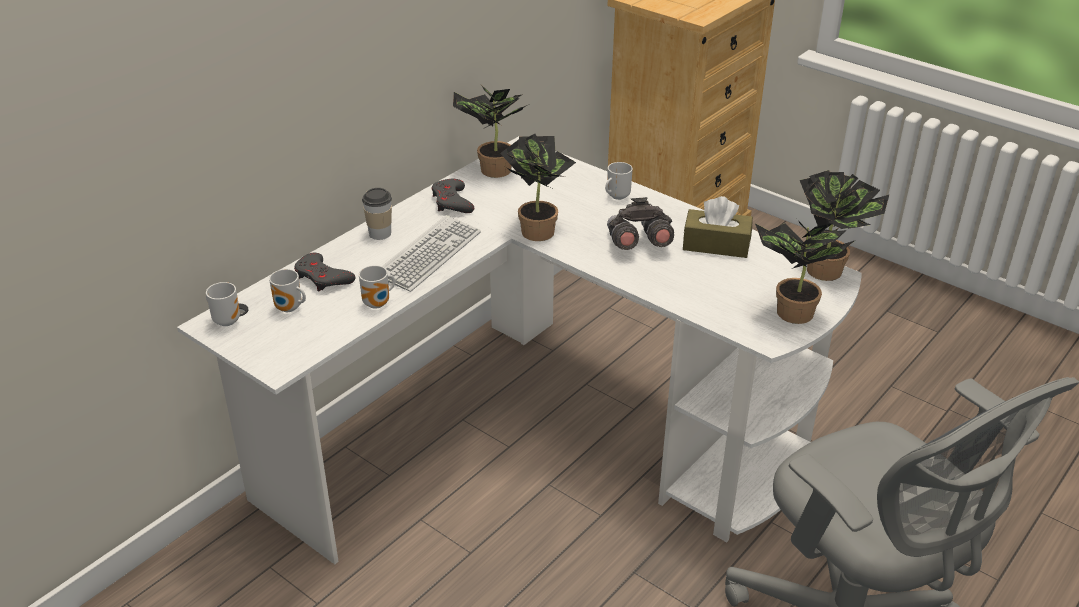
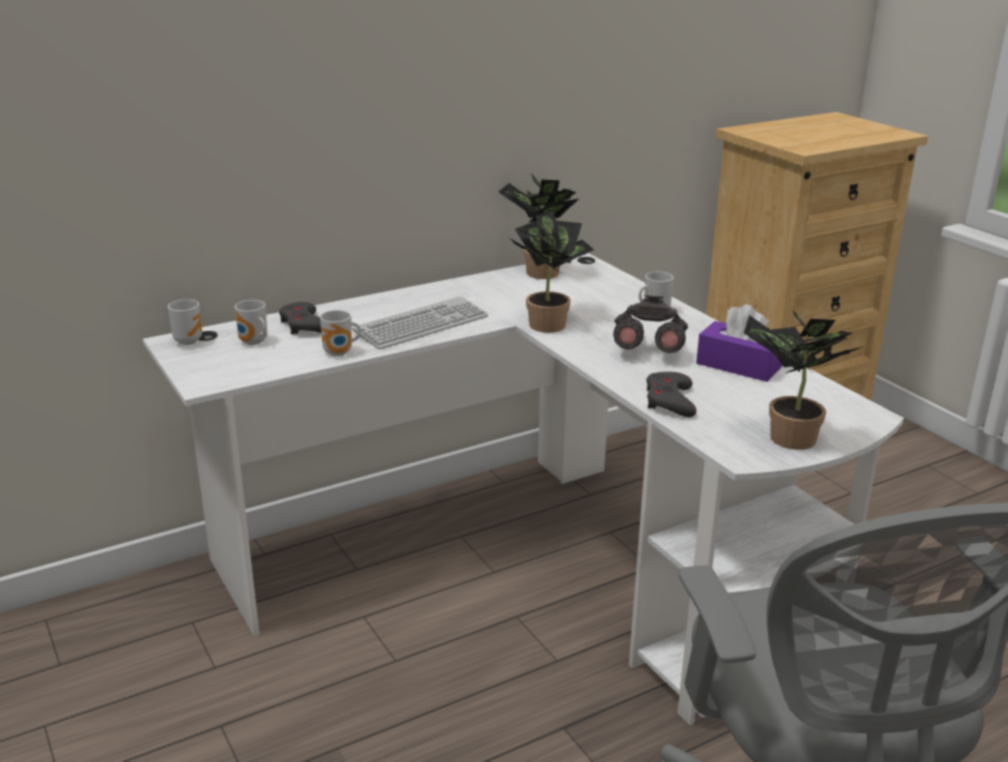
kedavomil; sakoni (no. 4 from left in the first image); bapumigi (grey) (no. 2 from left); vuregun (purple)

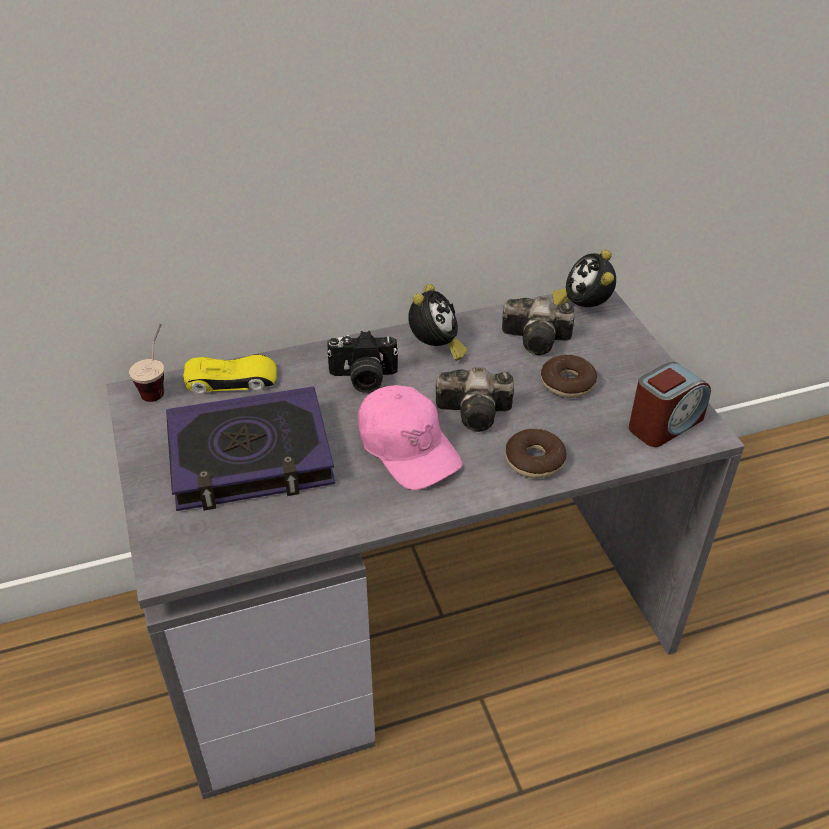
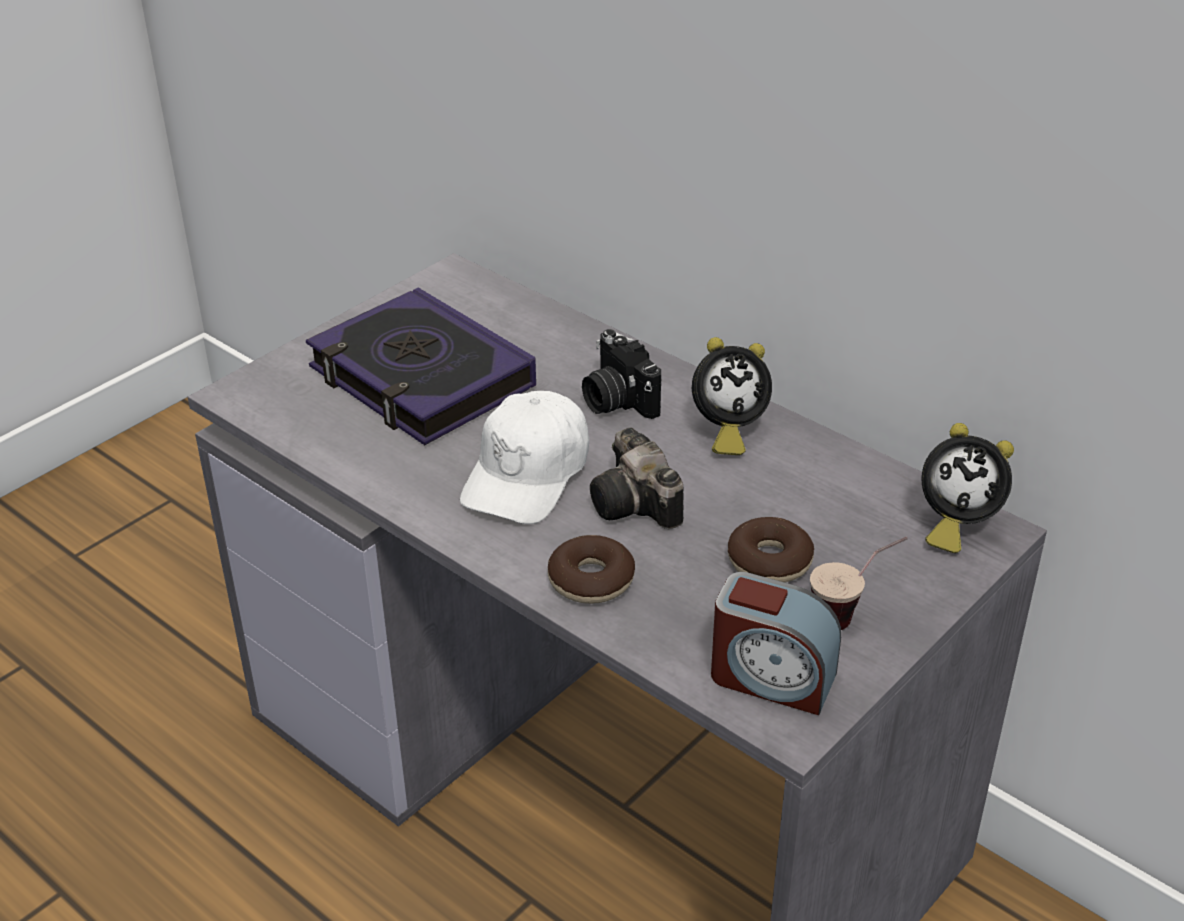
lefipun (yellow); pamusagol (no. 3 from left in the first image); kedavomil; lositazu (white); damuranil (no. 3 from left)

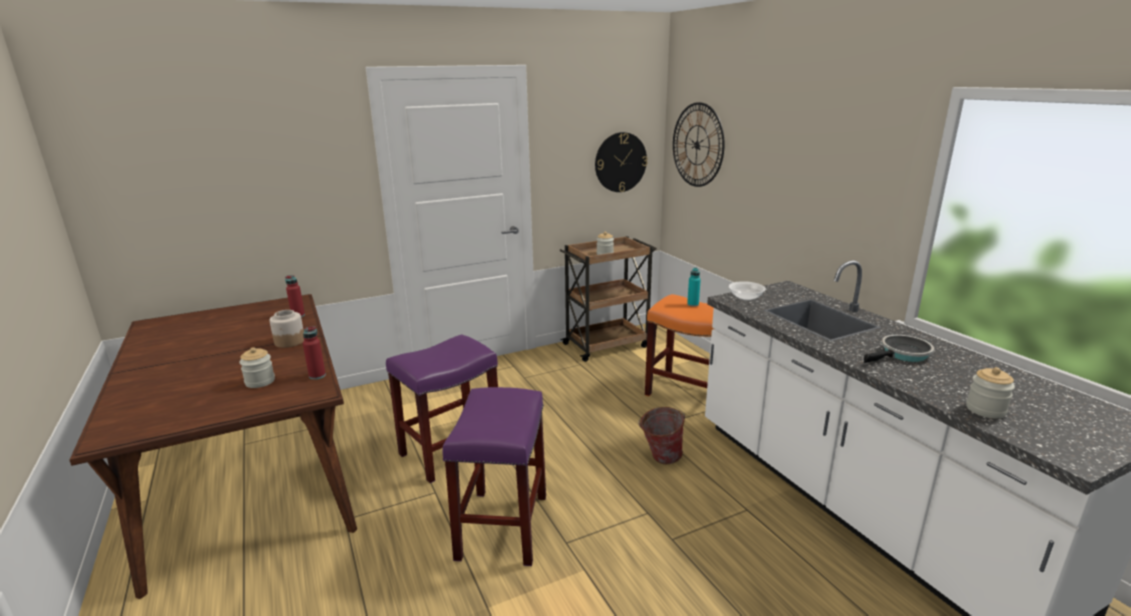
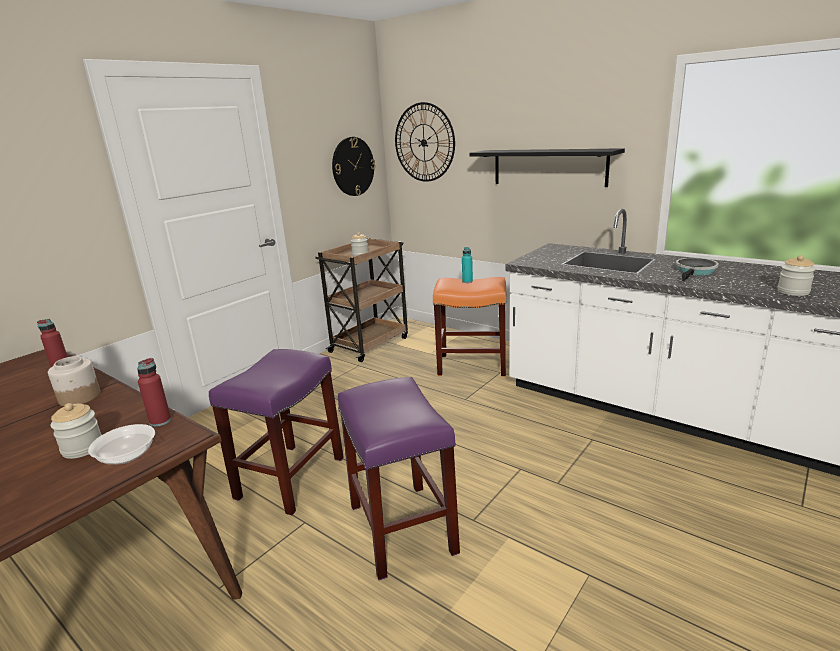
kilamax; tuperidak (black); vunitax

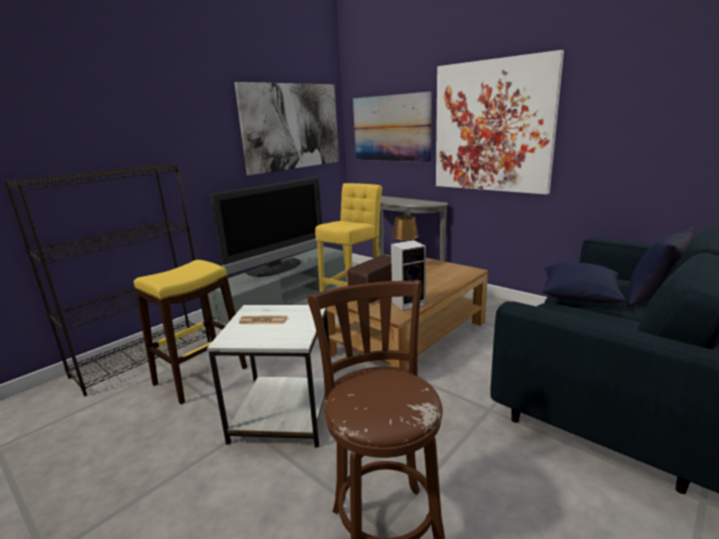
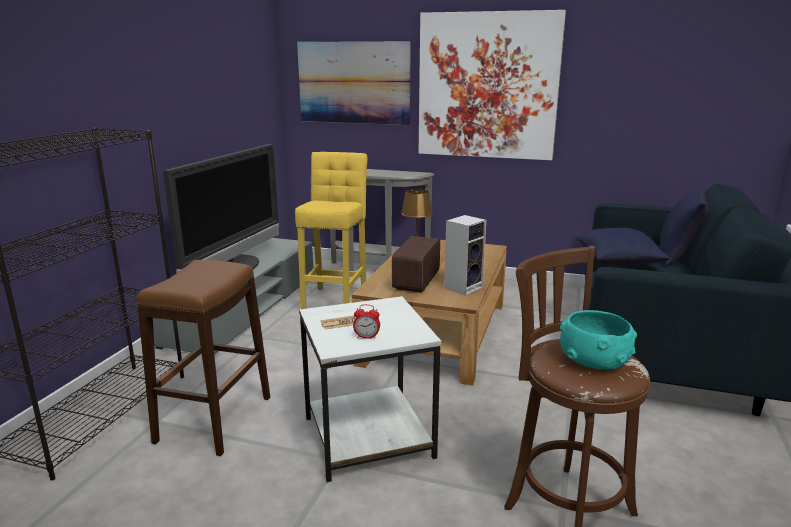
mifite (no. 1 from left in the first image); damuranil; vunitax (turquoise); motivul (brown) (no. 1 from left)

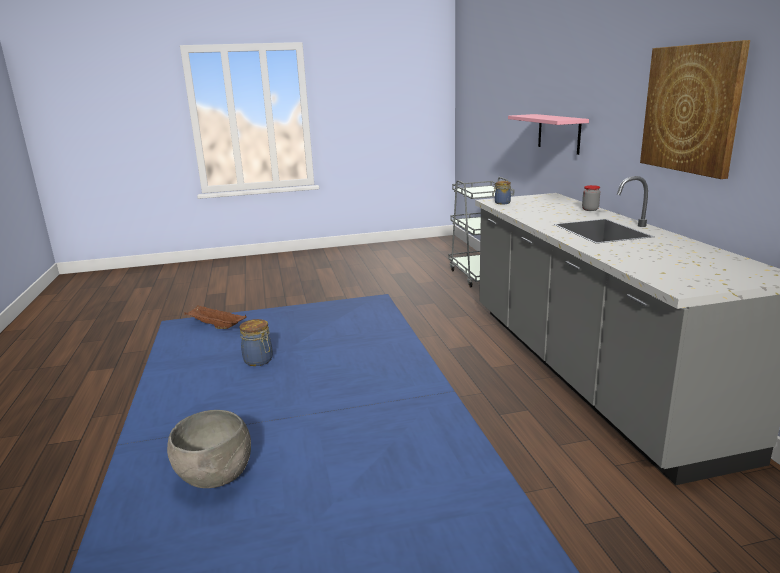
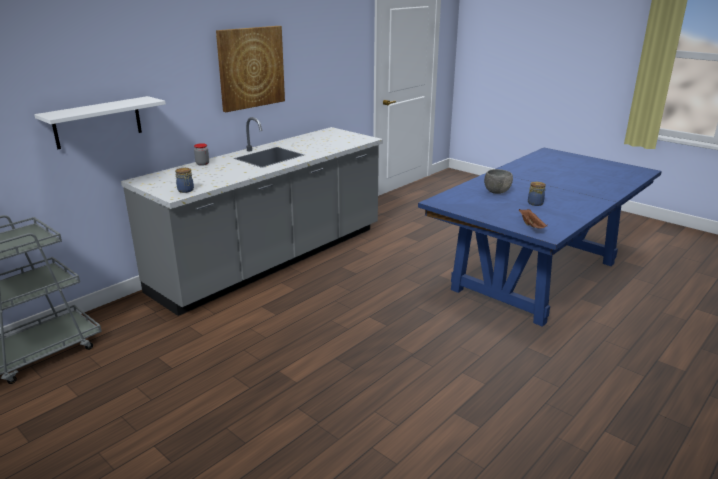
vunitax (grey); tuperidak (white)

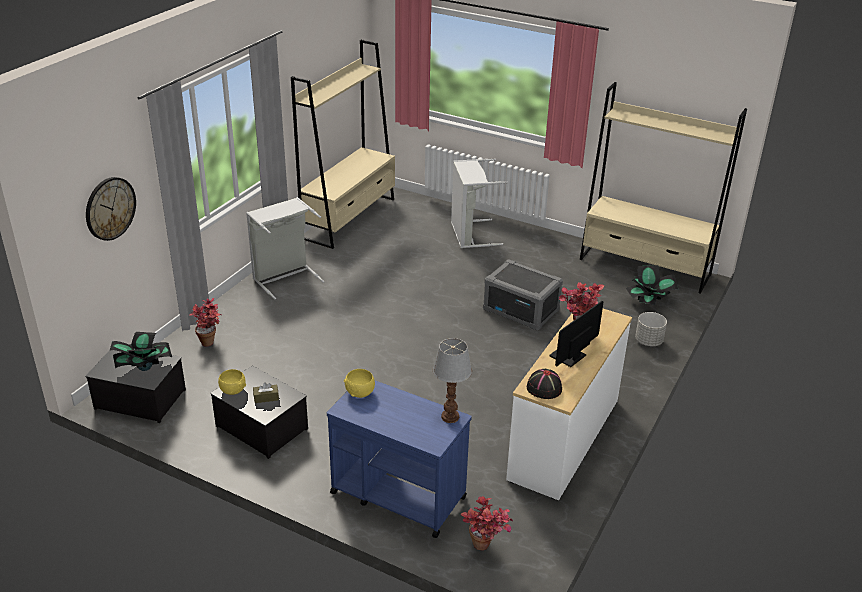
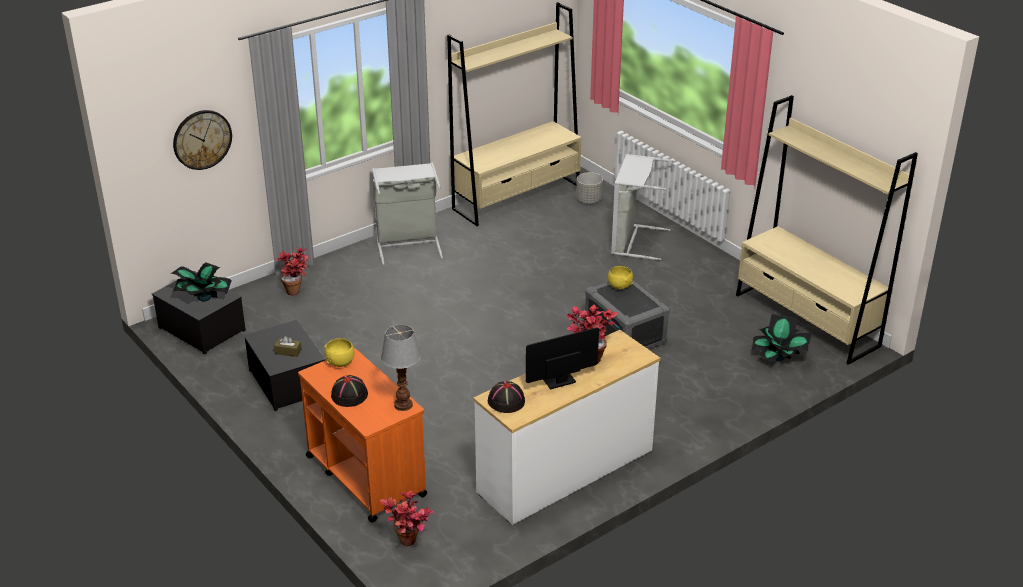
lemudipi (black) (no. 1 from left); vunitax (yellow) (no. 2 from left); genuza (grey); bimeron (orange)

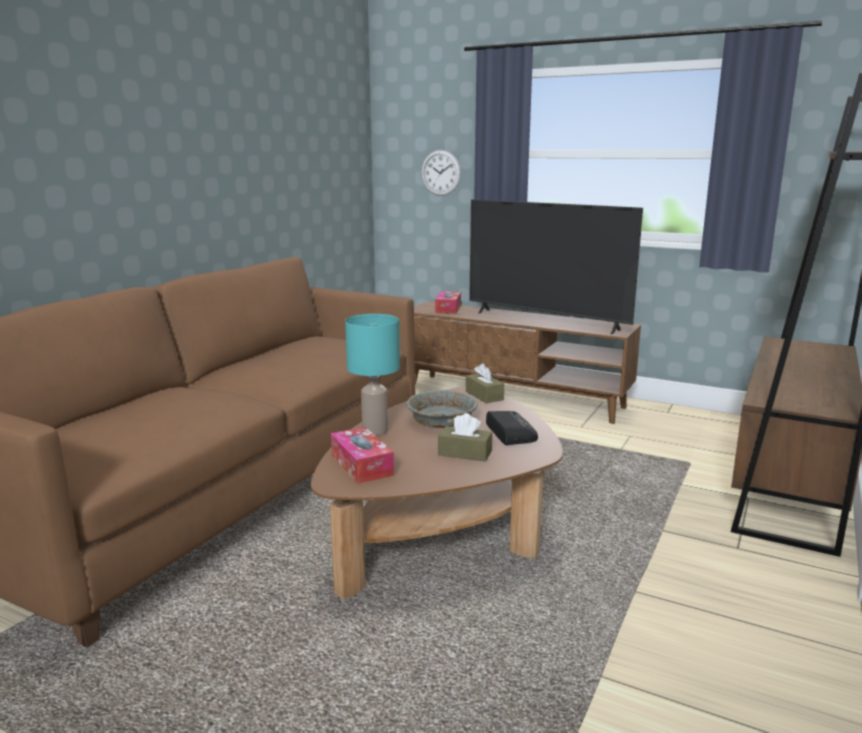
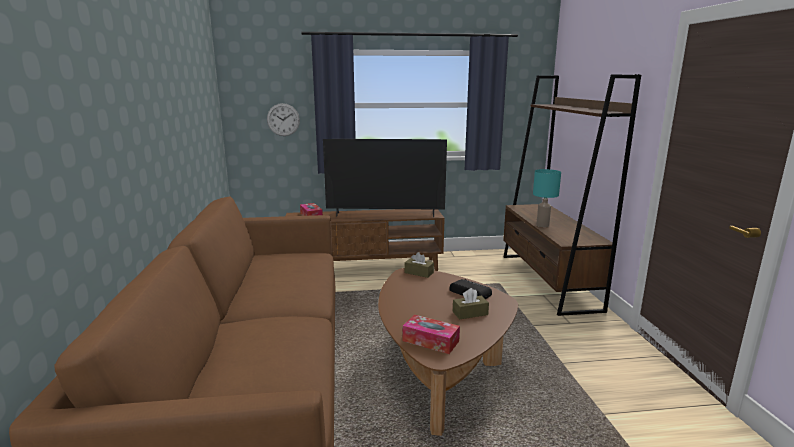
vunitax (grey); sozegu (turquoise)

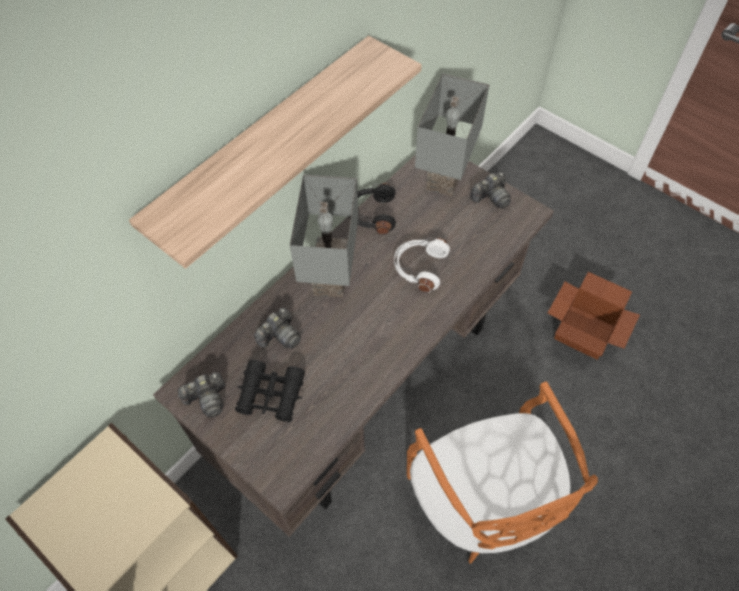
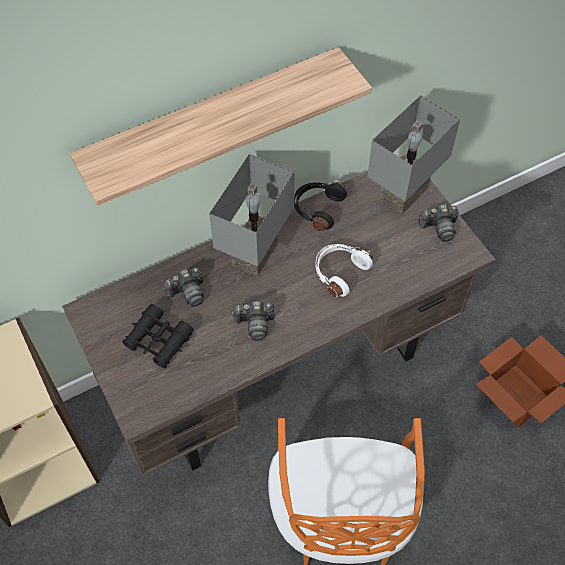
pamusagol (no. 2 from left)

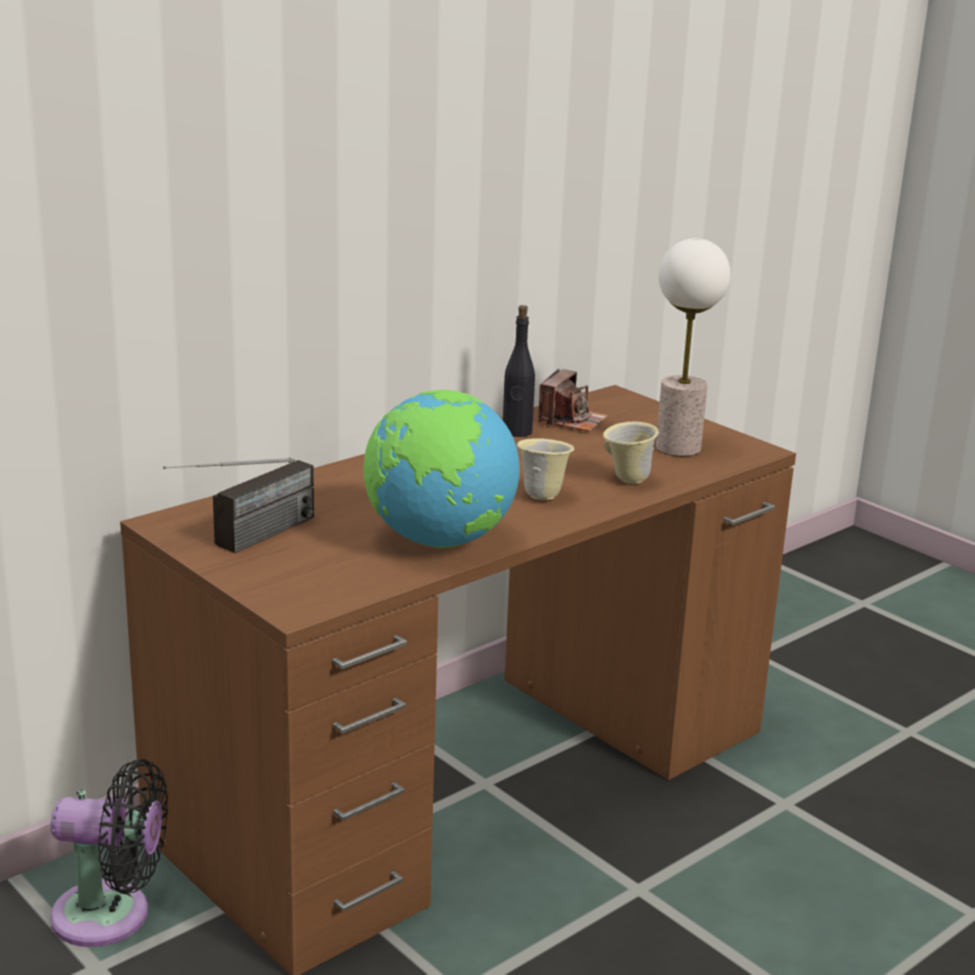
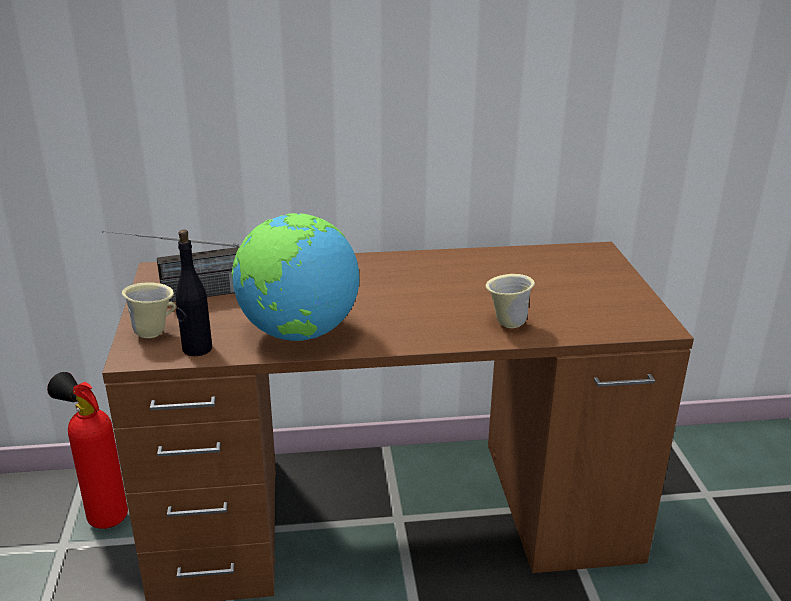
pamusagol; sozegu; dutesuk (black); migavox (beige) (no. 1 from left); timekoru

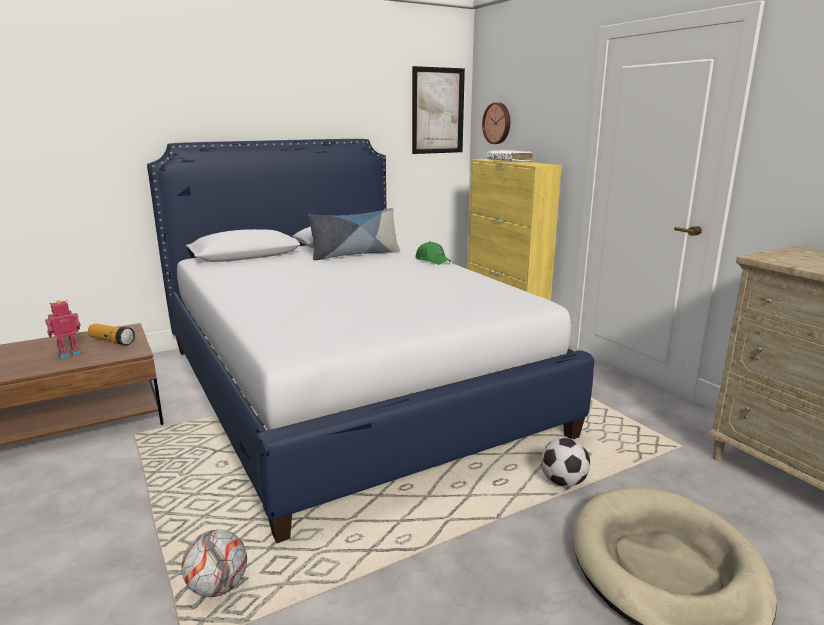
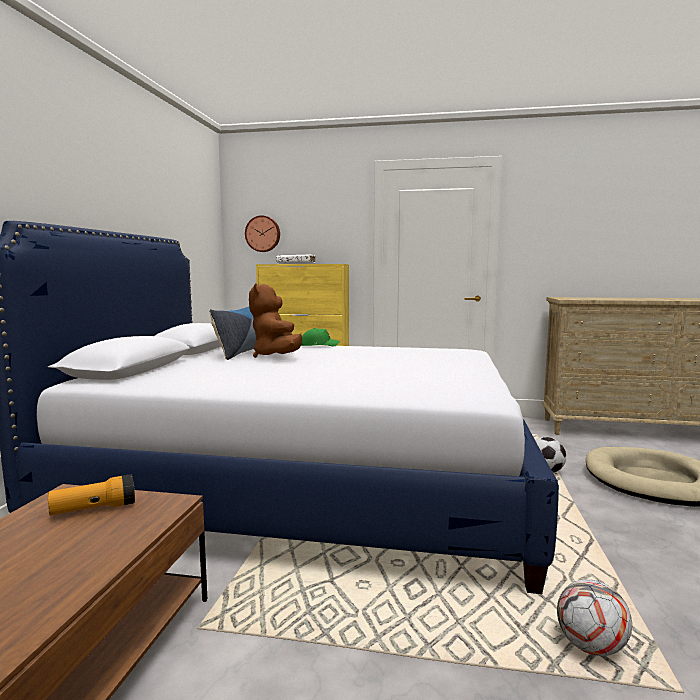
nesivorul; mifite; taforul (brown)

